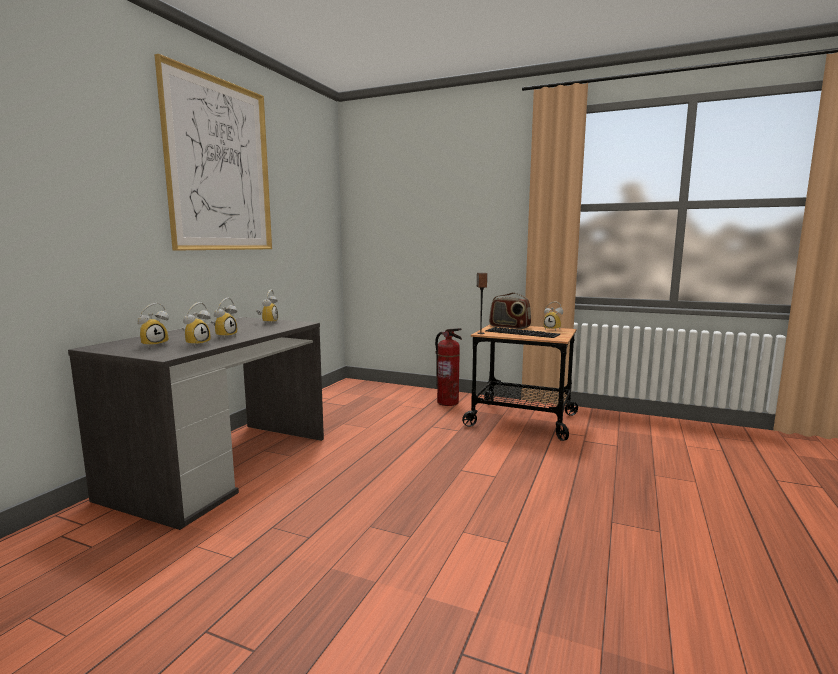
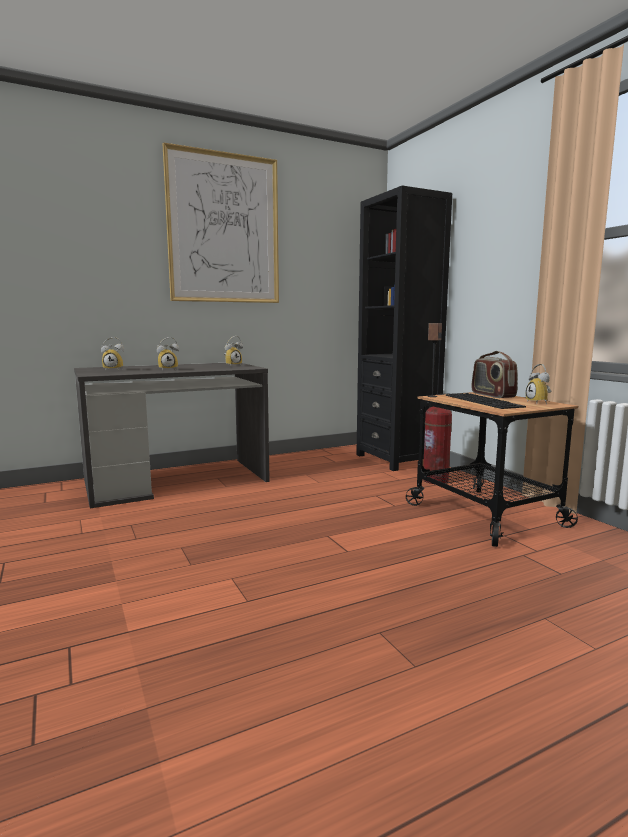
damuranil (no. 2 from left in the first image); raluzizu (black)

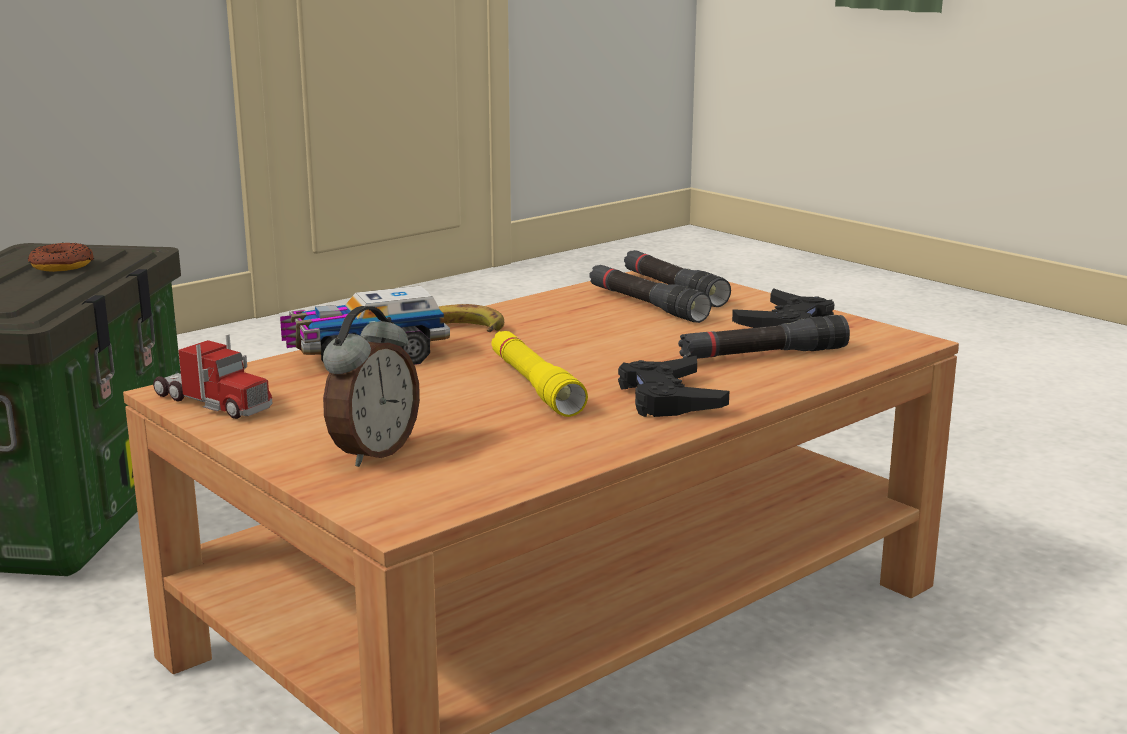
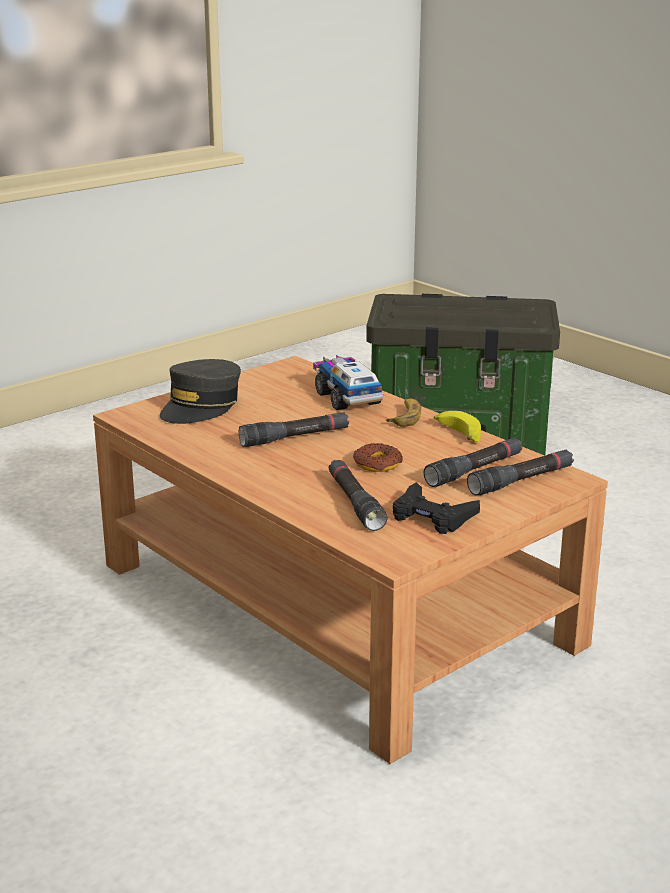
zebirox (no. 1 from left in the first image); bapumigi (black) (no. 1 from left in the first image); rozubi (no. 2 from left); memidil; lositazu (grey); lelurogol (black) (no. 1 from left)

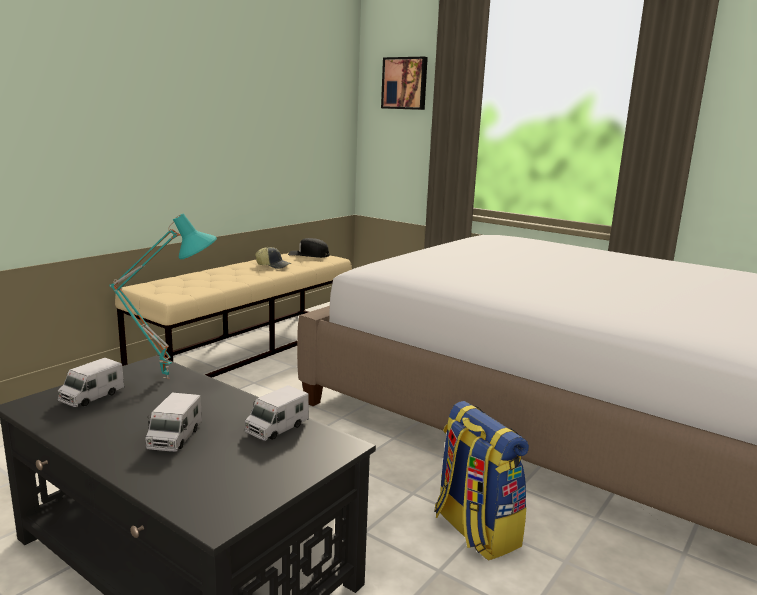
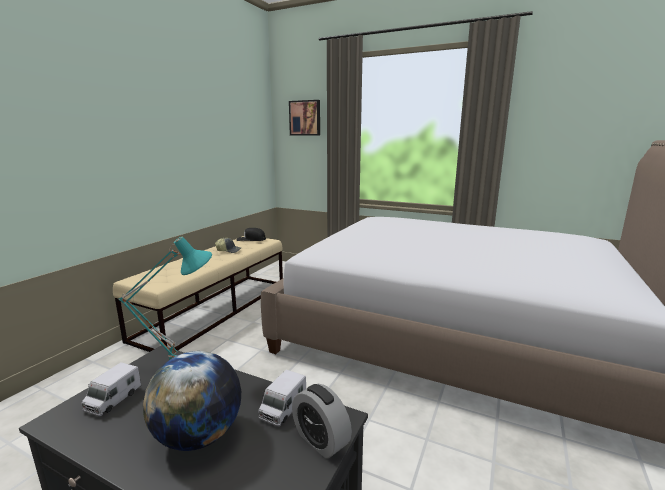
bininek; damuranil; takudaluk

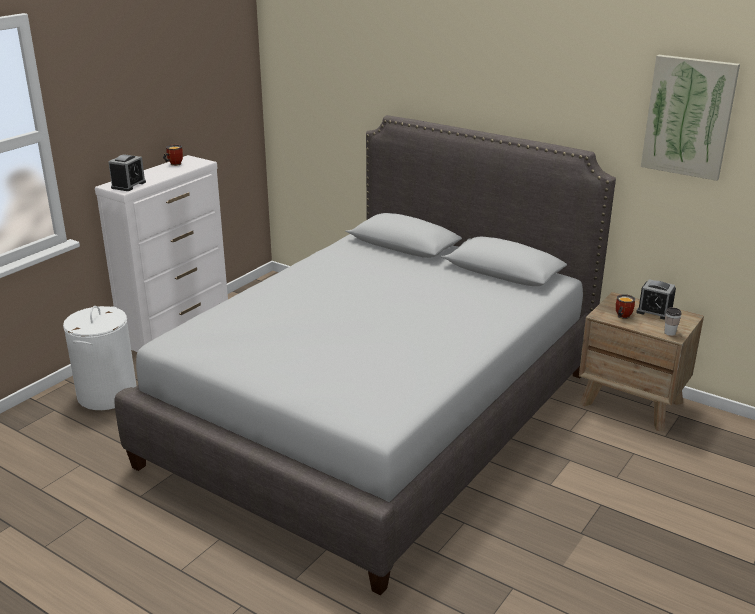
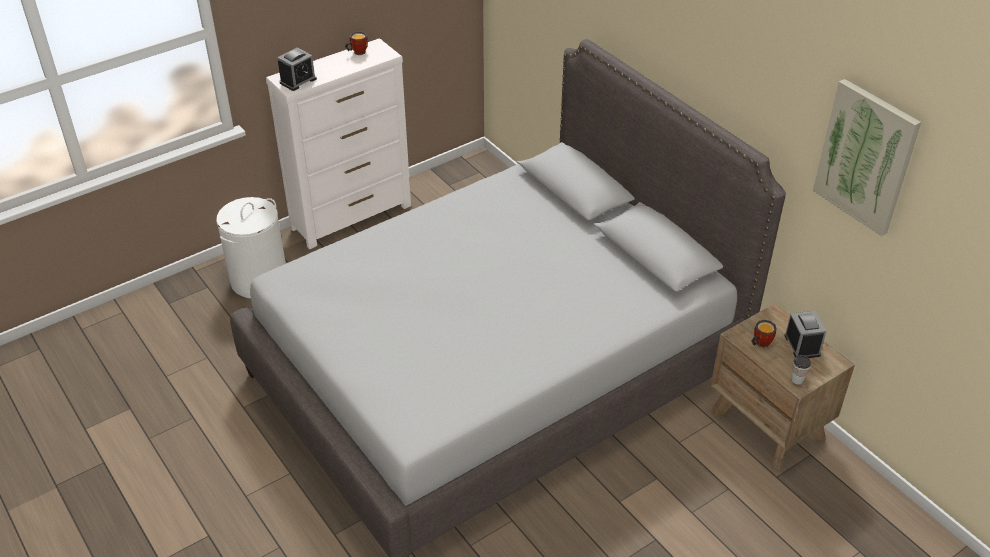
damuranil (no. 2 from left)

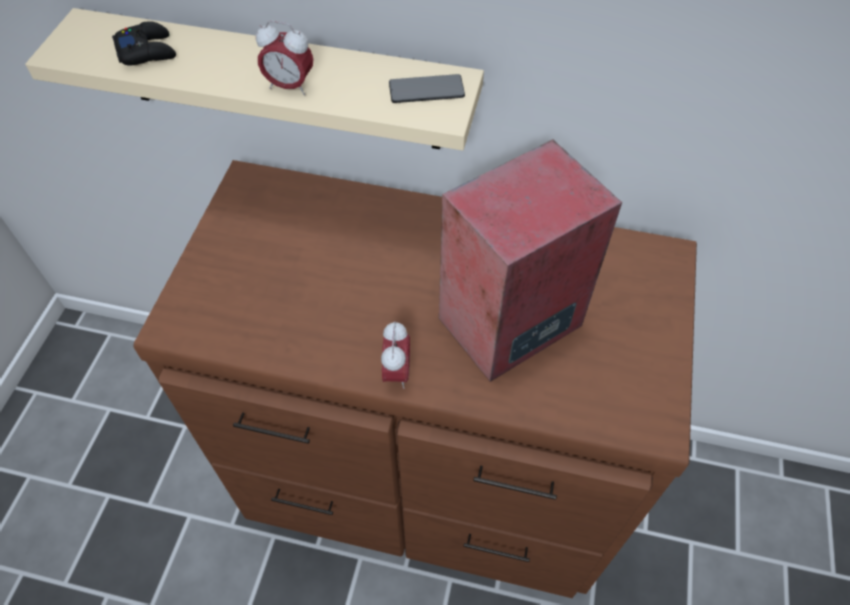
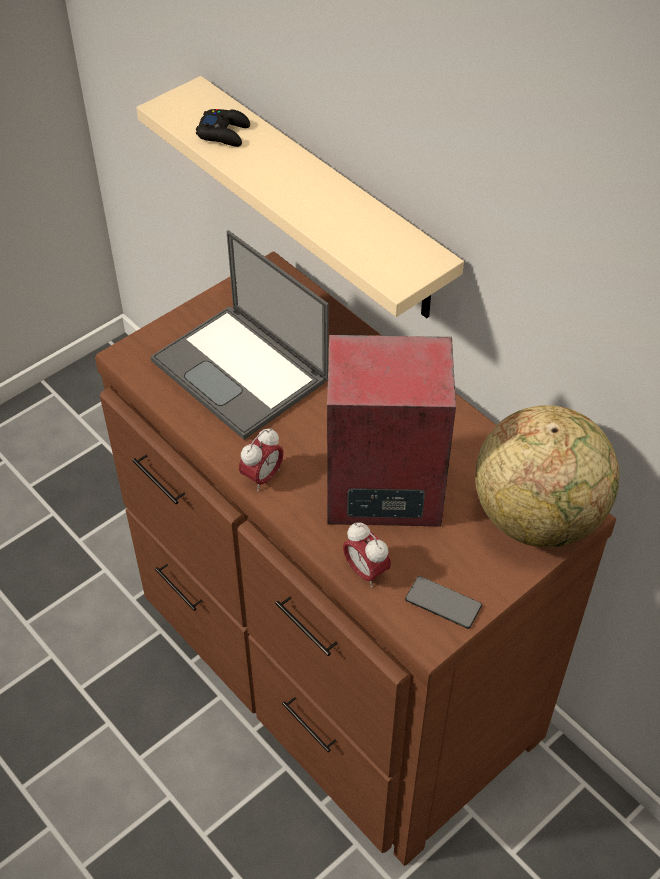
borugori; takudaluk; damuranil (no. 2 from left); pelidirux

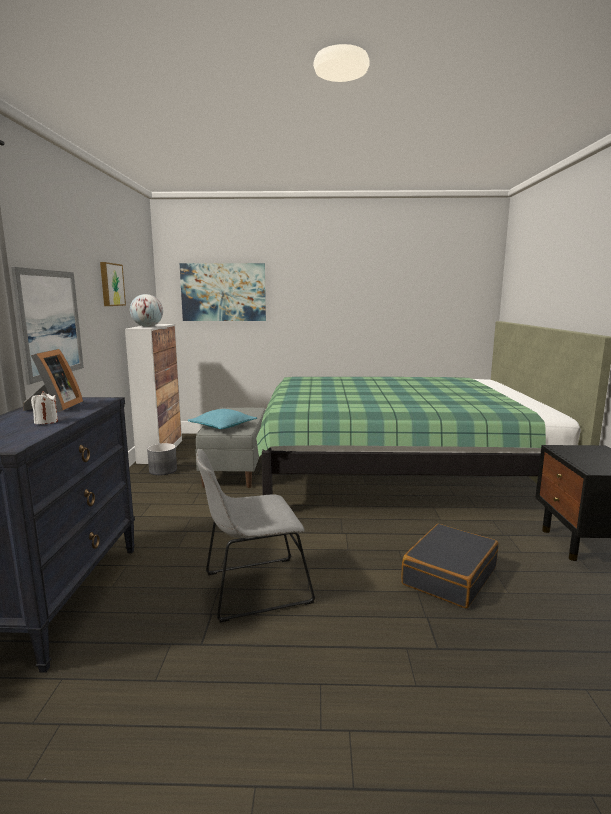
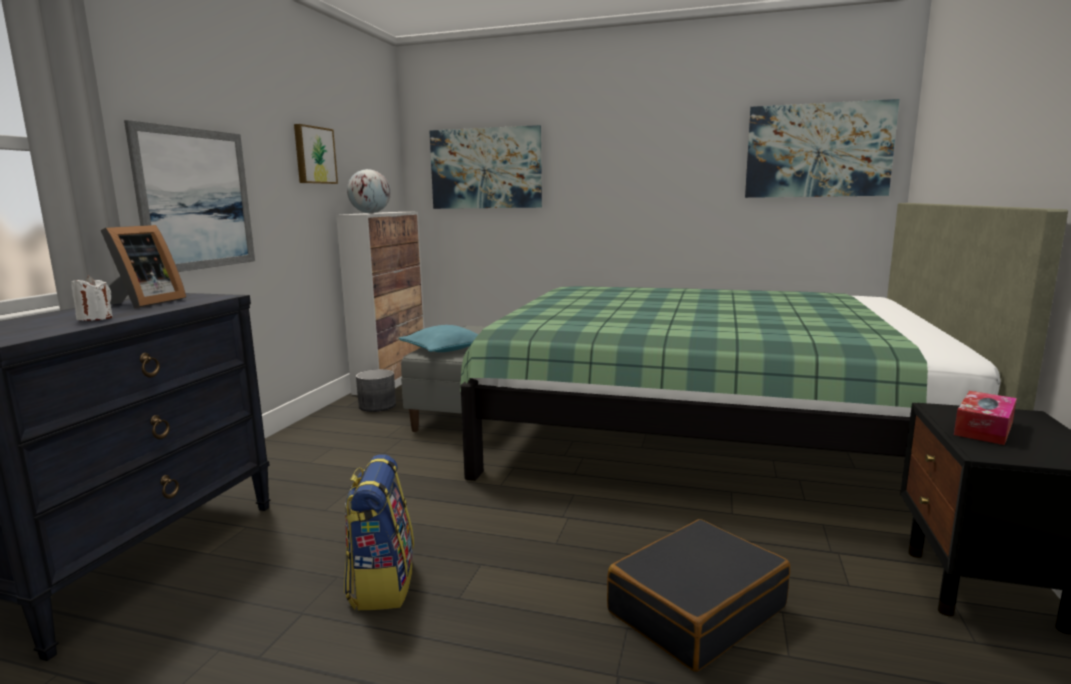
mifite (no. 4 from left); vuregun; bininek

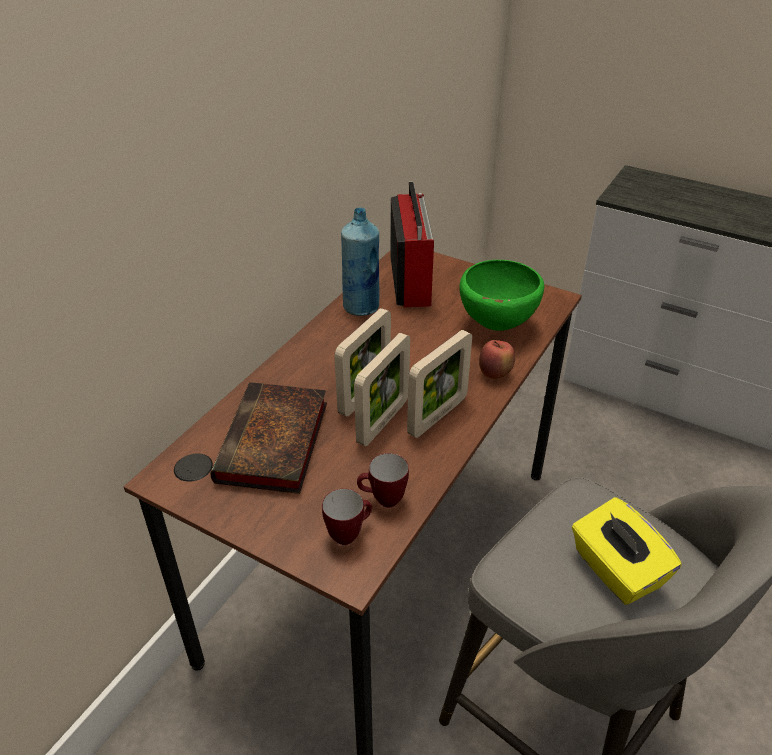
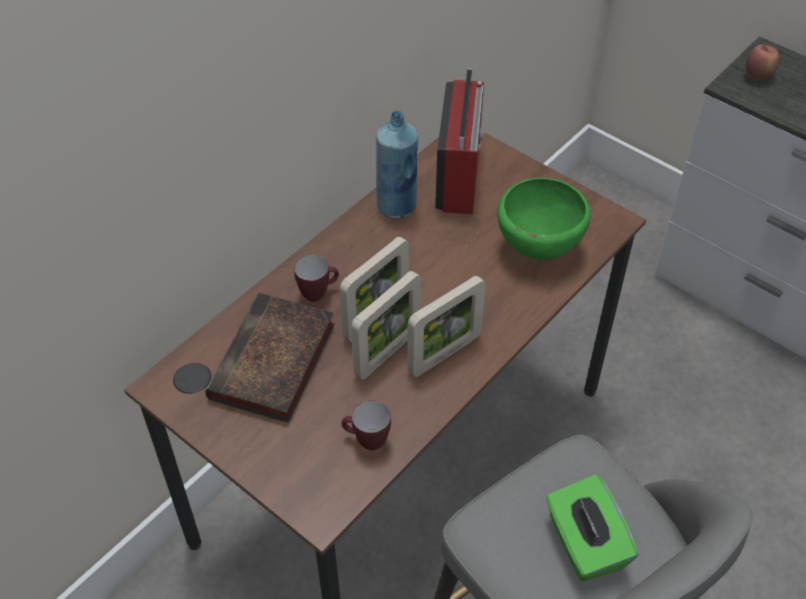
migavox (no. 1 from left); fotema; vuregun (green)

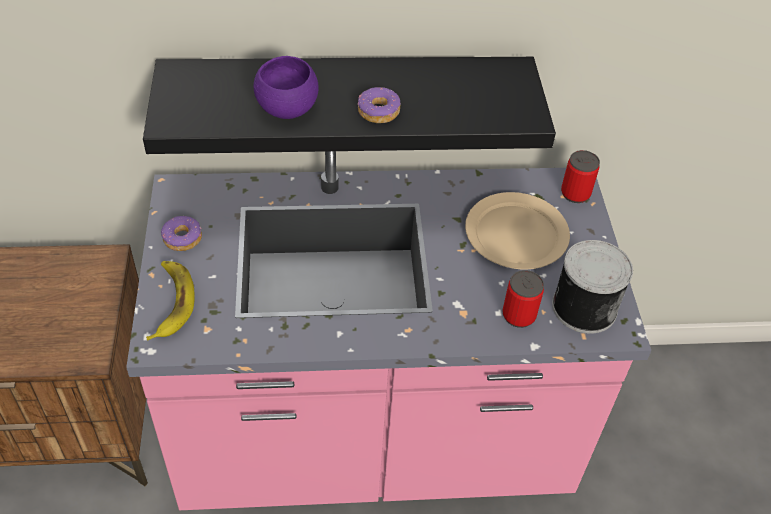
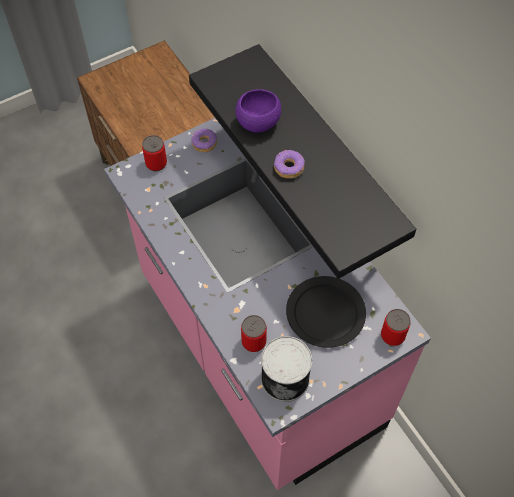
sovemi (no. 1 from left); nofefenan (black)

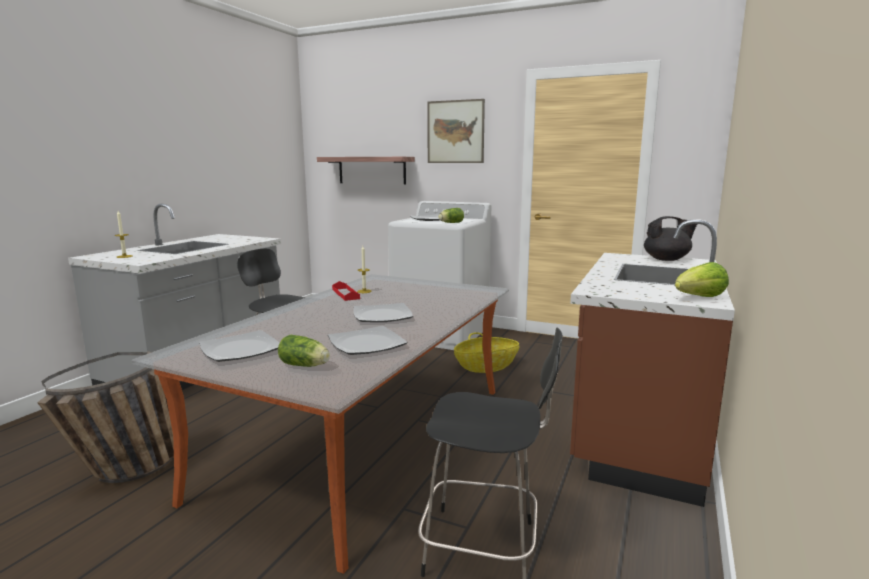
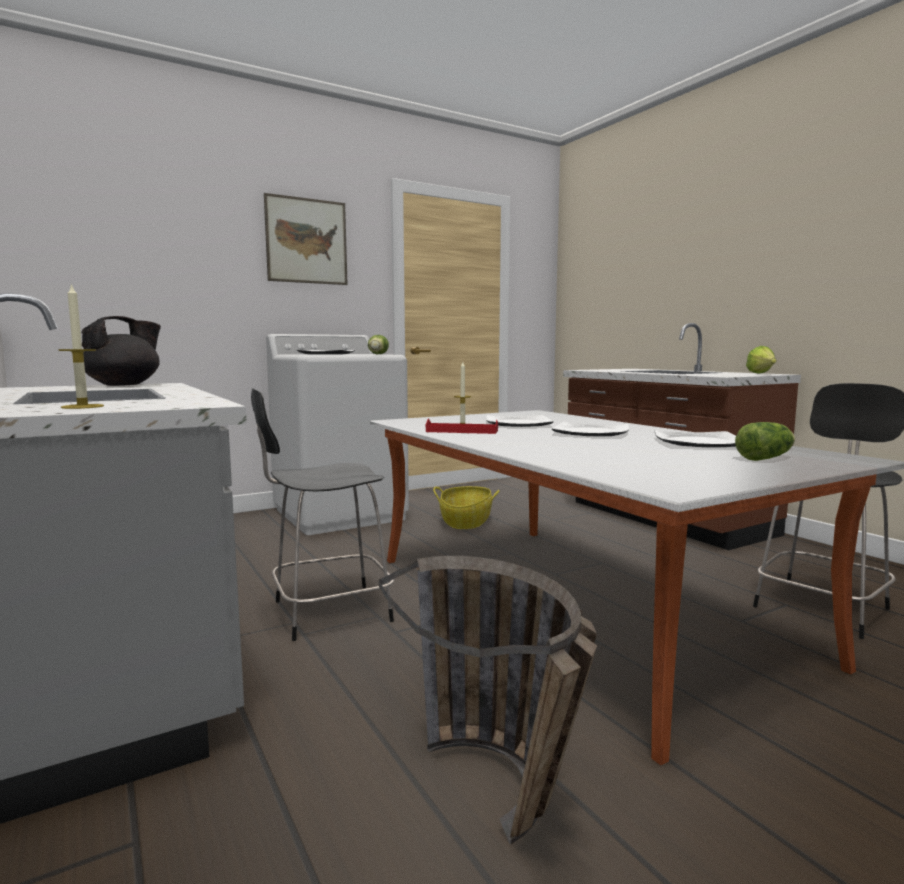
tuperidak; nofefenan (no. 2 from left); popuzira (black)

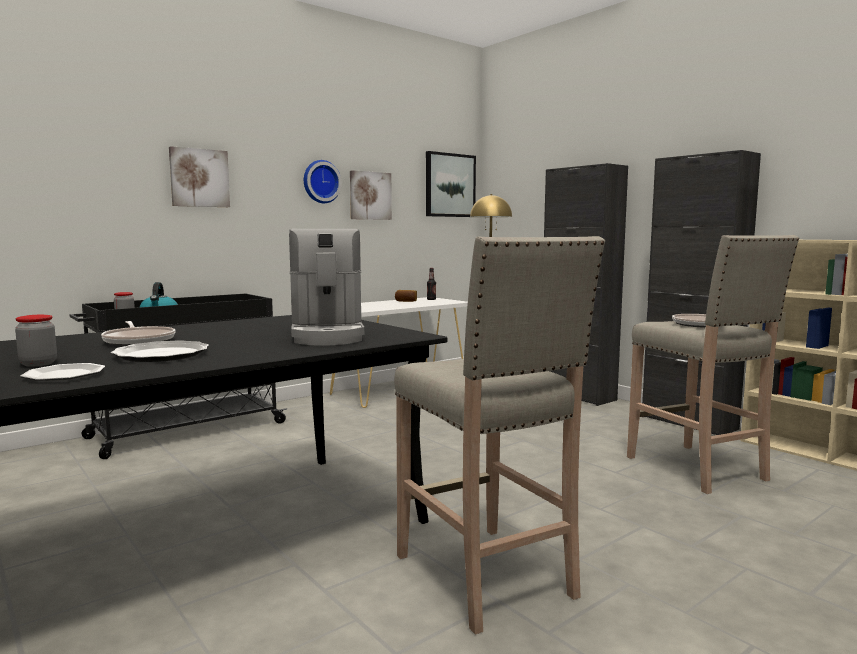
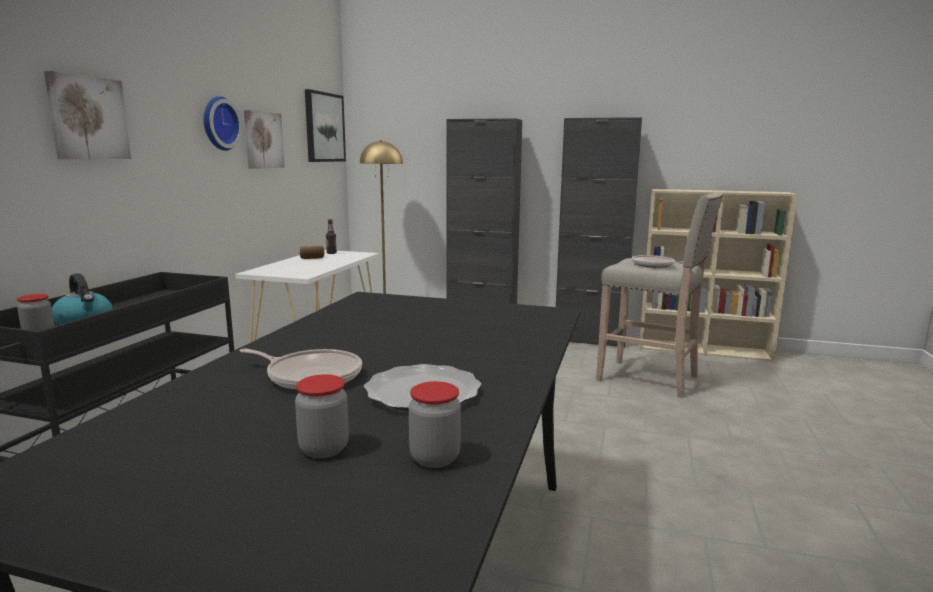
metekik; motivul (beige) (no. 1 from left in the first image); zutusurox (no. 3 from left)

